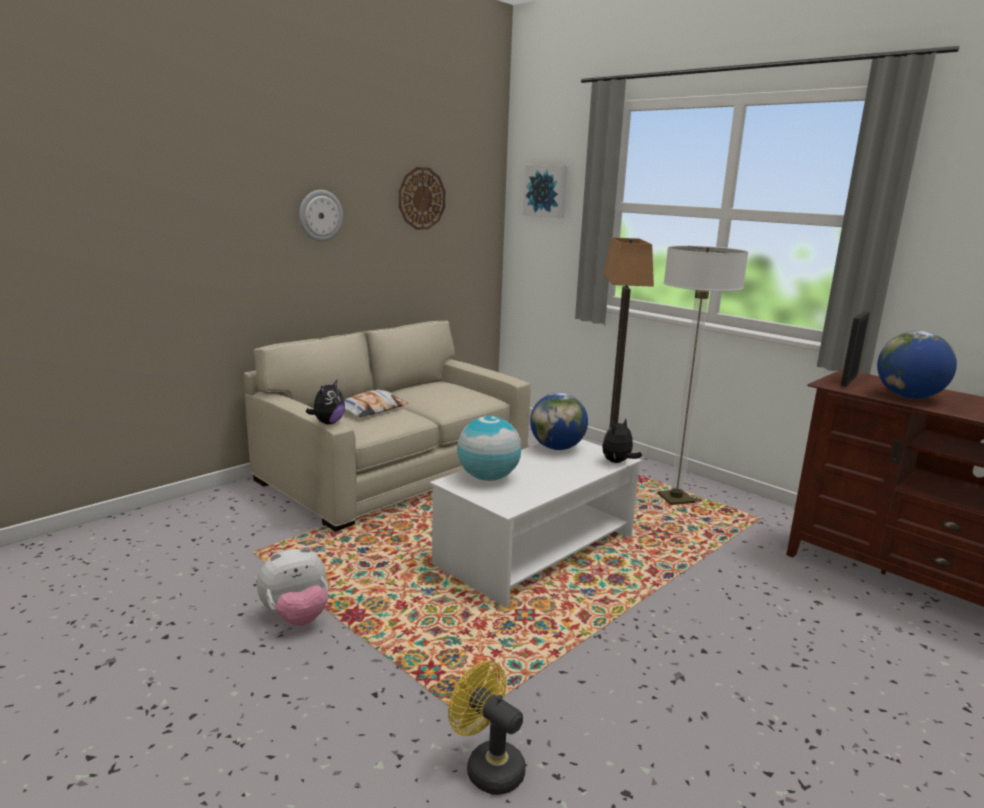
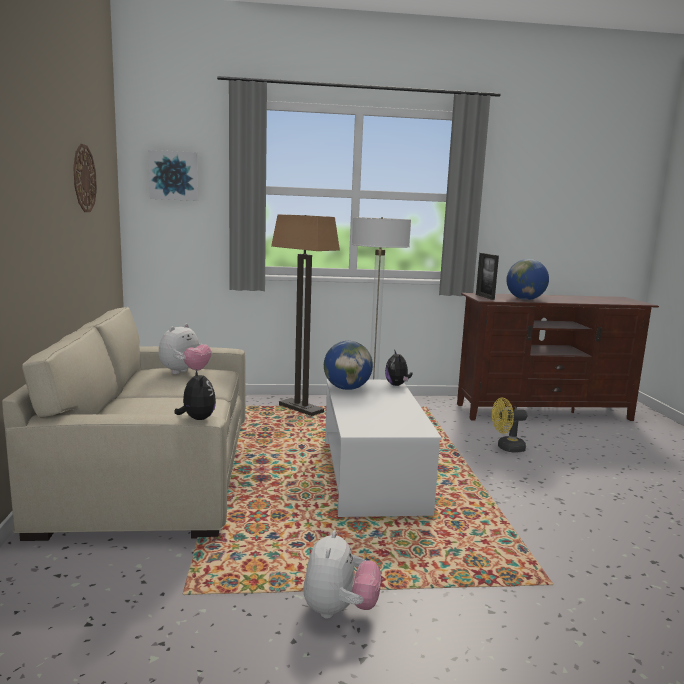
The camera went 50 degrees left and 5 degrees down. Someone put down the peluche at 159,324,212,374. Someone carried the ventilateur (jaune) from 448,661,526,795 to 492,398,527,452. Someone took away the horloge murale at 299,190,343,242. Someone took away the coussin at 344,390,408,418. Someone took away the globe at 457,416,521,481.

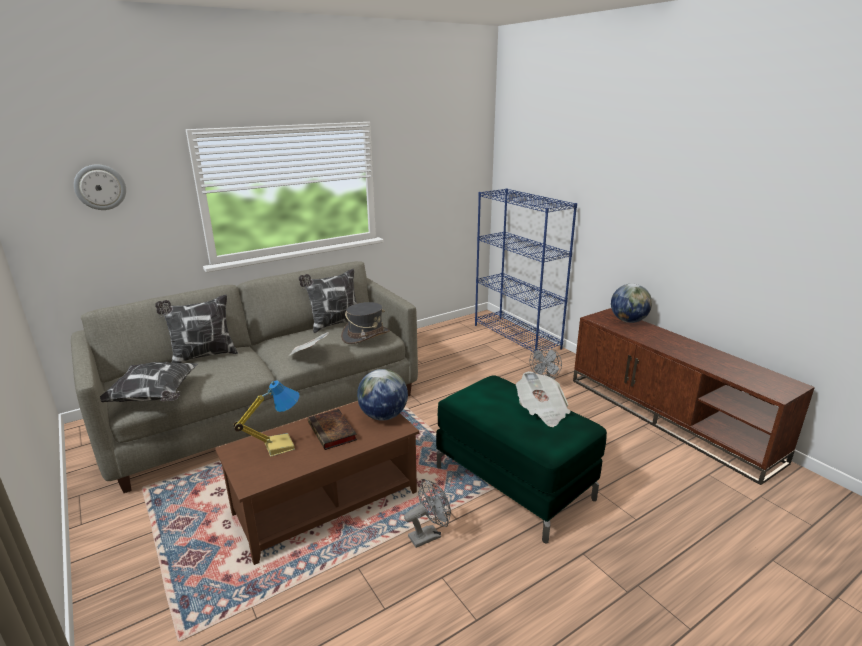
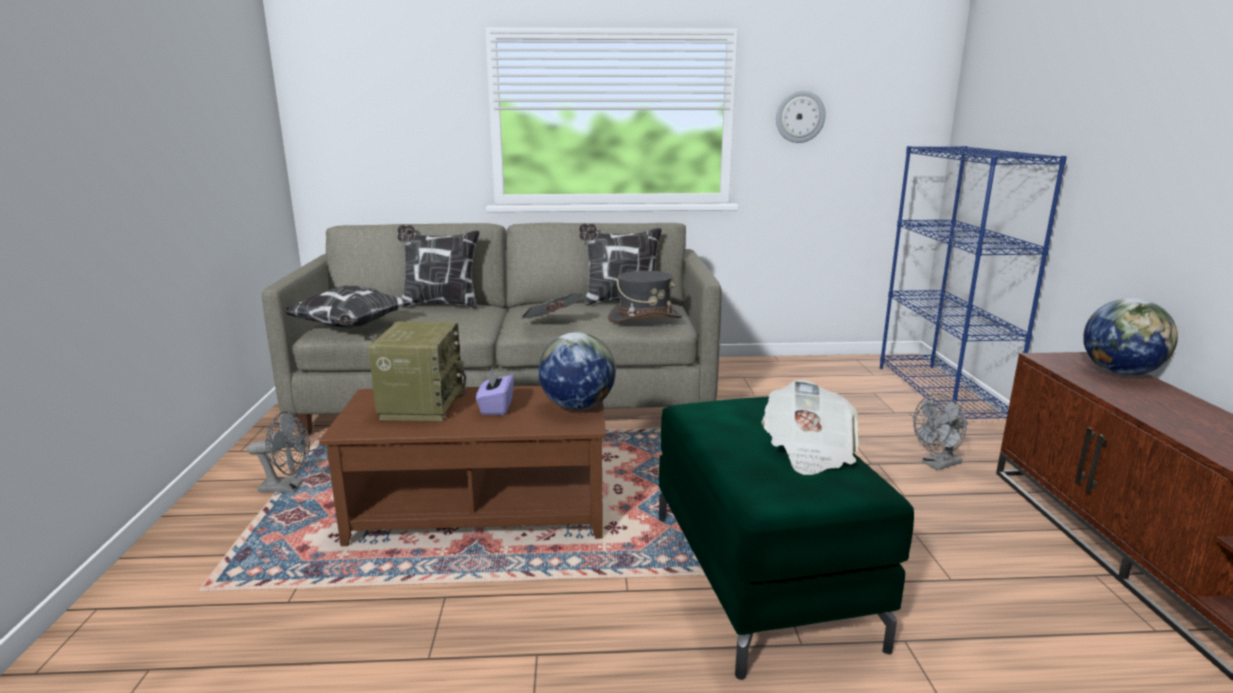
The camera went 30 degrees right and 5 degrees down. Someone carried the ventilateur (gris) from 404,479,451,548 to 247,412,310,492. Someone swapped the lampe de table at 233,381,300,457 for the radio at 368,321,466,421. Someone swapped the livre at 308,409,357,450 for the boîte à mouchoirs (violet) at 476,369,514,415. Someone carried the horloge murale from 74,164,126,210 to 776,90,826,143.

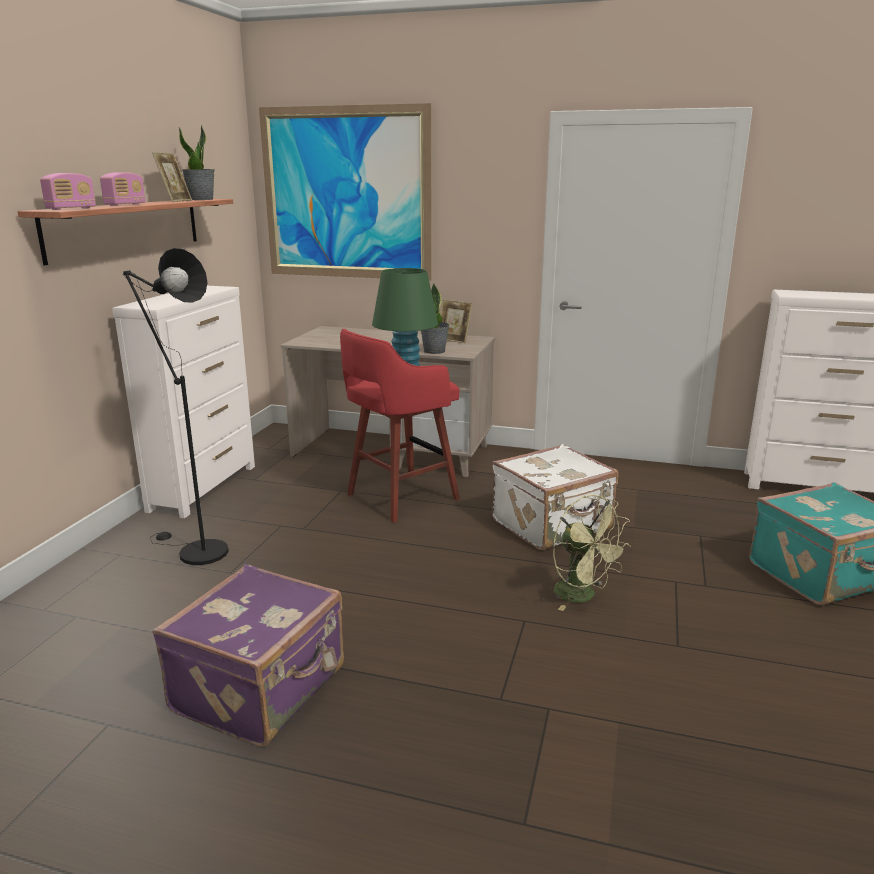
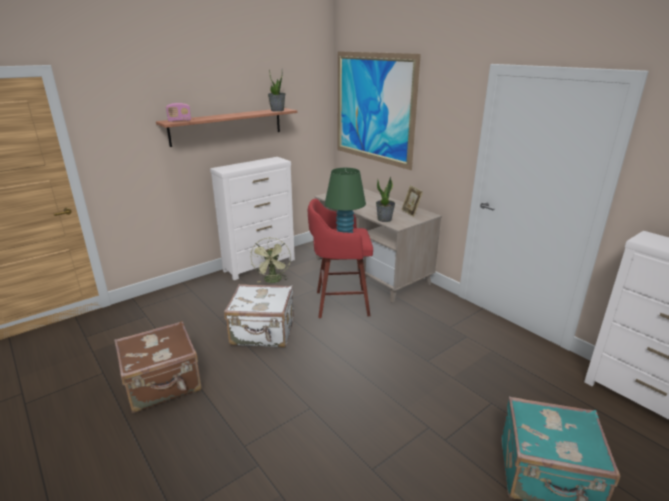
The camera went 35 degrees right and 5 degrees up. Someone repainted the valise (violet) at 153,564,344,747, which became the valise (marron) at 114,321,202,413. Someone carried the valise (blanc) from 492,444,619,550 to 224,284,294,348. Someone carried the ventilateur (vert) from 553,495,631,611 to 251,238,291,283. Someone took away the radio at 100,172,145,206. Someone took away the lampadaire (noir) at 123,248,229,565. Someone took away the cadre photo at 152,152,192,202.

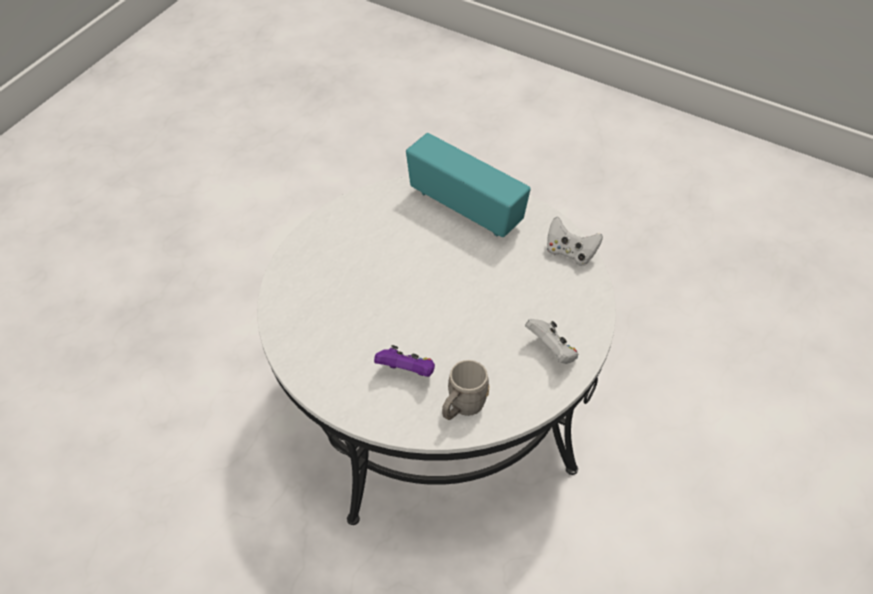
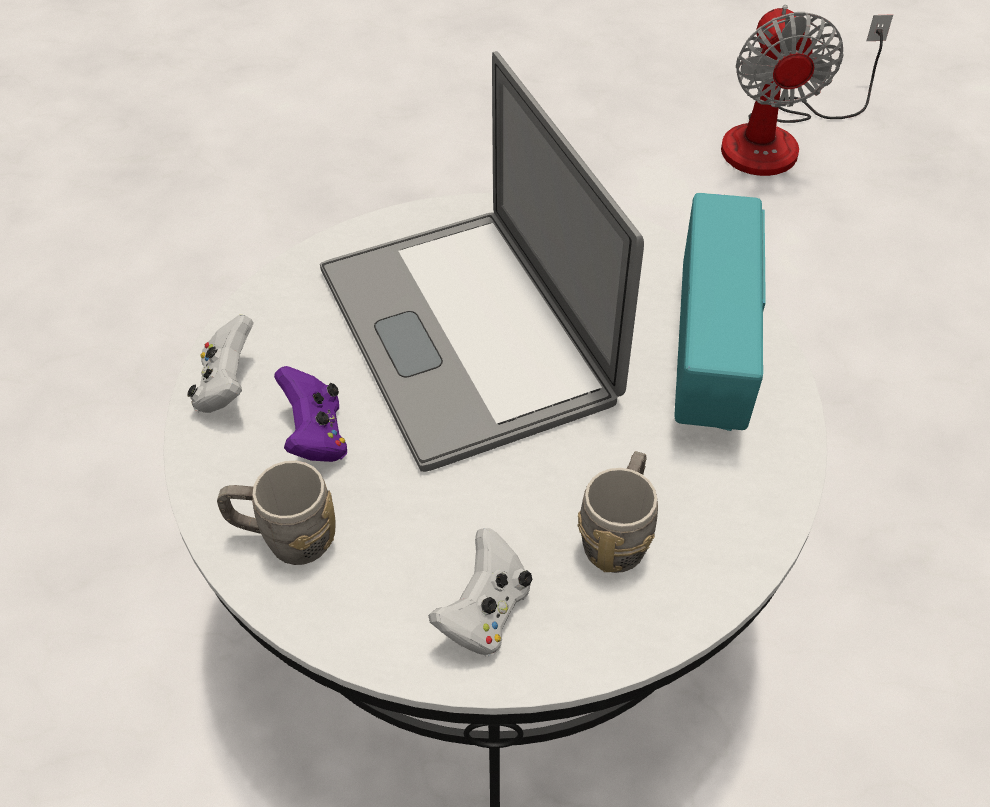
The camera went 60 degrees right and 0 degrees up. Someone carried the manette (blanc) from 547,217,603,266 to 187,315,254,413. Someone put down the ordinateur portable at 320,51,644,472. Someone put down the mug (gris) at 578,451,658,573. Someone put down the ventilateur at 721,5,893,176.

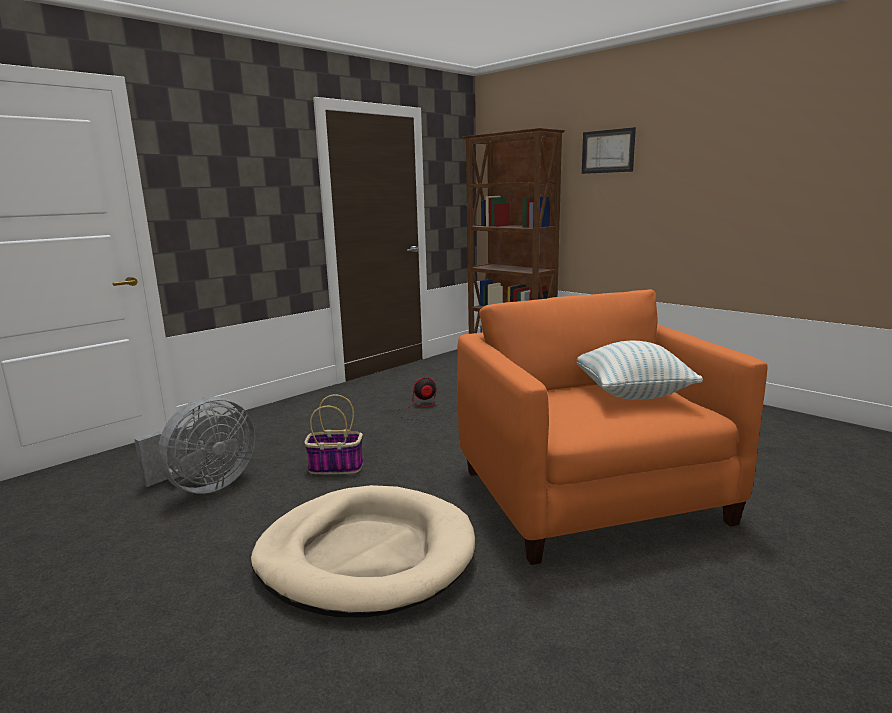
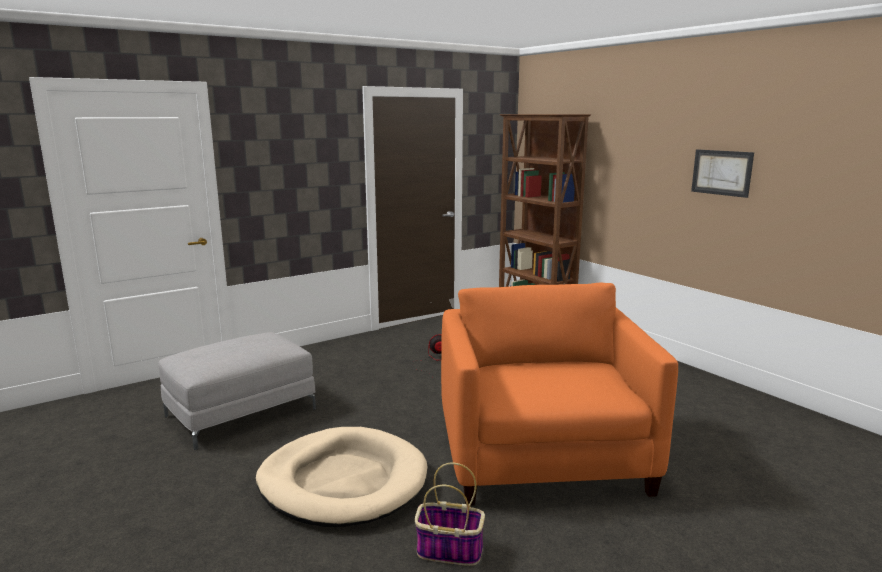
The camera went 10 degrees right and 0 degrees up. Someone swapped the ventilateur (gris) at 134,396,255,494 for the pouf (gris) at 158,332,316,450. Someone carried the panier from 304,394,363,474 to 415,462,485,566. Someone carried the tableau from 582,127,636,174 to 691,149,754,198. Someone took away the coussin at 577,341,703,400.

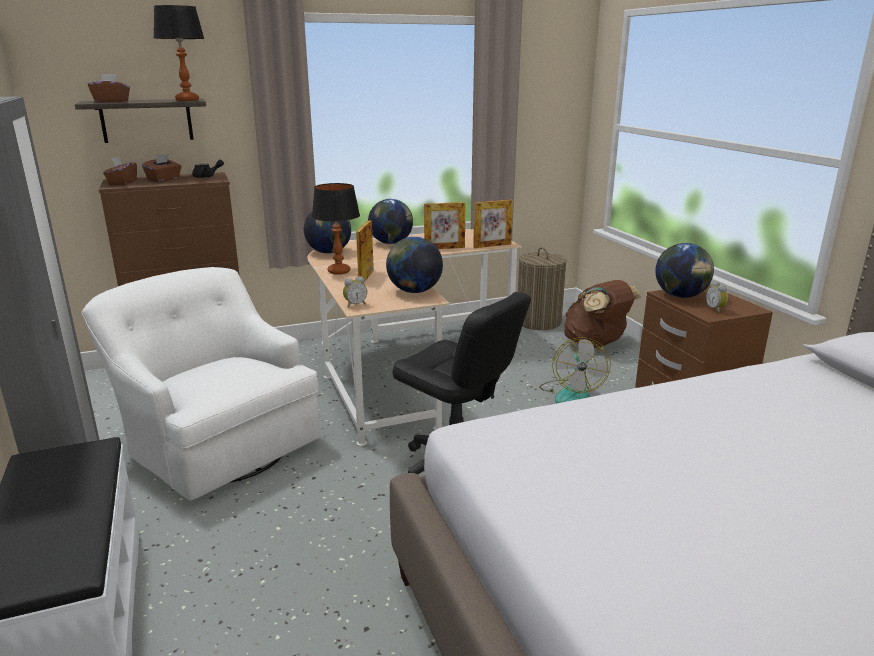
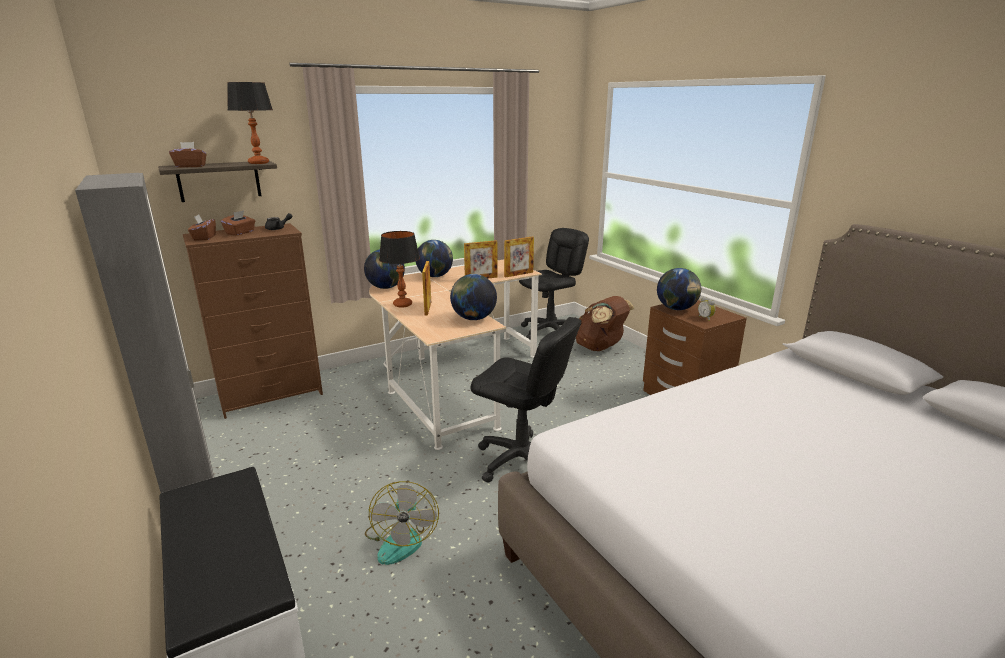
The camera went 10 degrees left and 0 degrees up. Someone carried the ventilateur from 539,337,611,403 to 365,481,439,565. Someone swapped the panier à linge at 518,248,567,330 for the chaise de bureau (noir) at 519,228,589,340. Someone took away the fauteuil (blanc) at 82,267,320,501. Someone took away the réveil at 343,276,367,308.

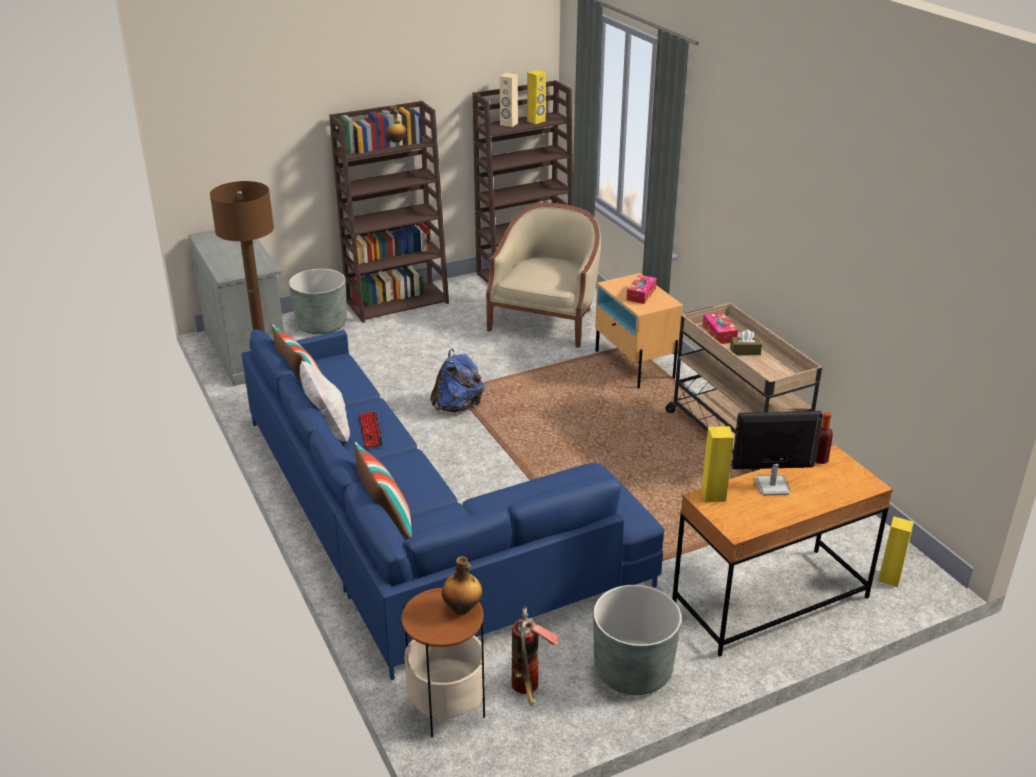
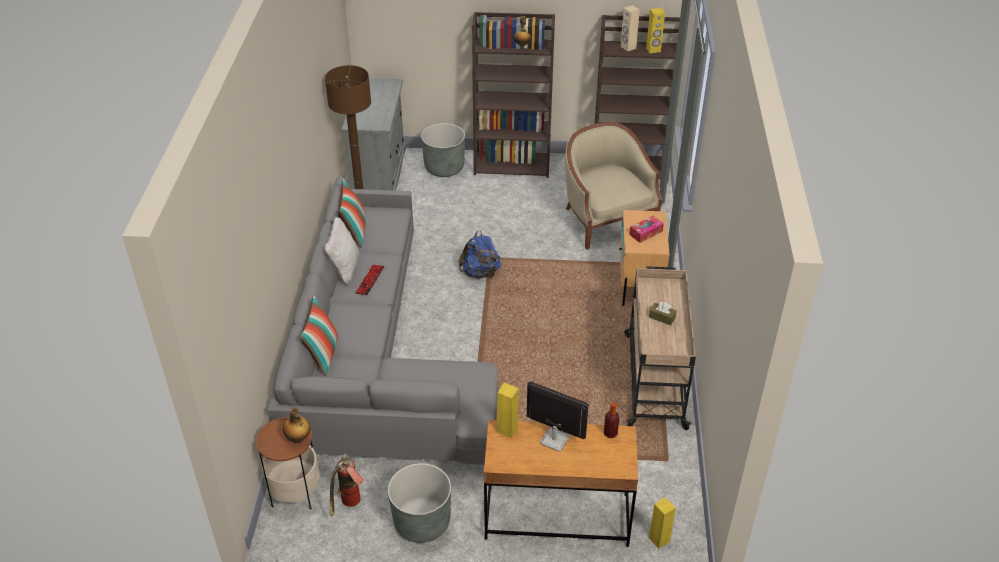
The camera went 30 degrees right and 10 degrees up. Someone repainted the canapé (bleu) at 241,329,664,680, which became the canapé (gris) at 267,176,498,465. Someone rotated the fauteuil (beige) at 486,203,601,348 by 75 degrees counterclockwise. Someone took away the boîte à mouchoirs at 703,312,738,344.

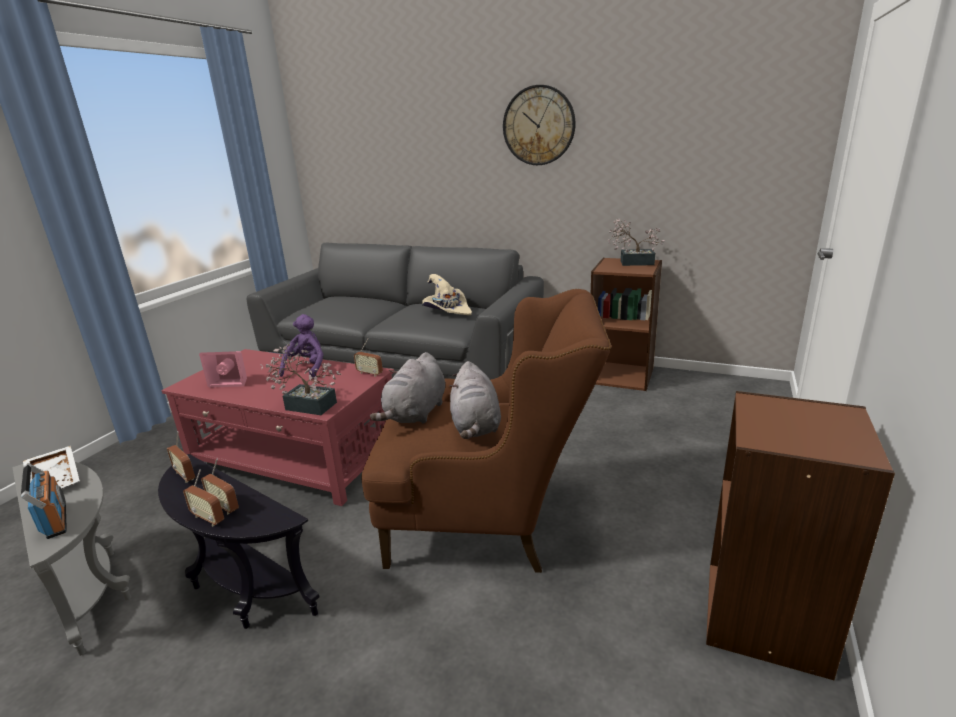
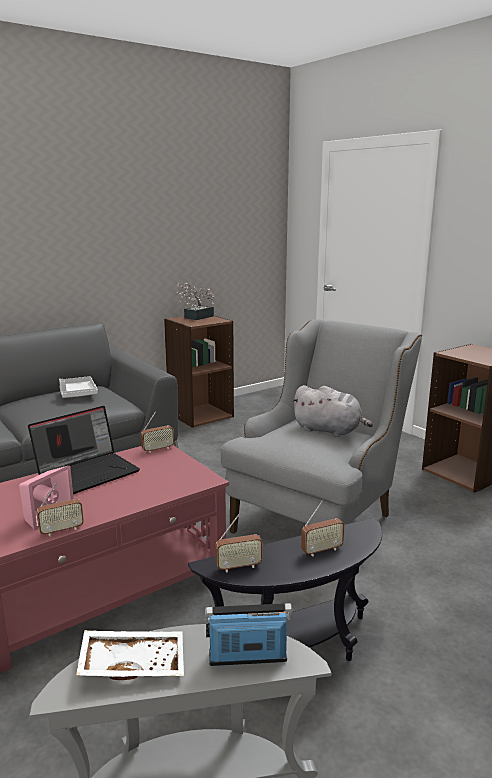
The camera went 60 degrees left and 5 degrees down. Someone swapped the peluche (violet) at 279,314,324,379 for the ordinateur portable at 28,406,140,494. Someone carried the radio from 183,469,224,527 to 36,482,84,536. Someone swapped the chapeau (beige) at 422,274,472,315 for the plateau (gris) at 59,376,98,398. Someone repainted the fauteuil (marron) at 361,289,612,573, which became the fauteuil (gris) at 221,319,422,534. Someone took away the plante en pot at 261,344,341,415. Someone took away the peluche (gris) at 370,352,445,423. Someone took away the horloge murale at 503,85,575,165.

